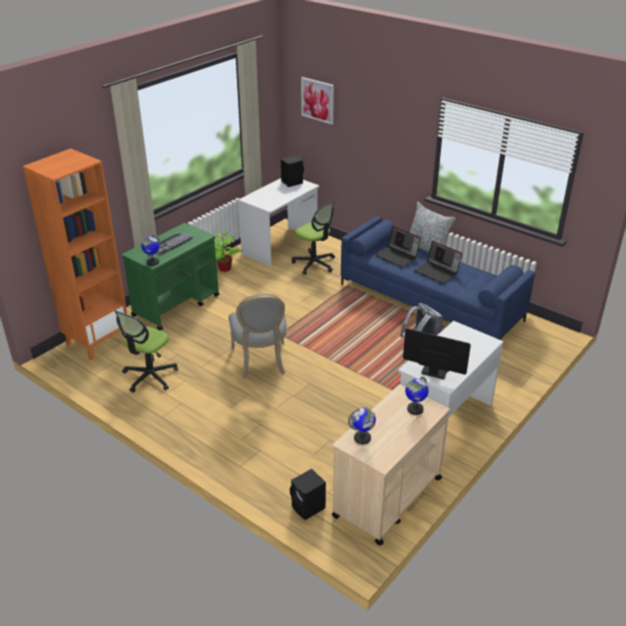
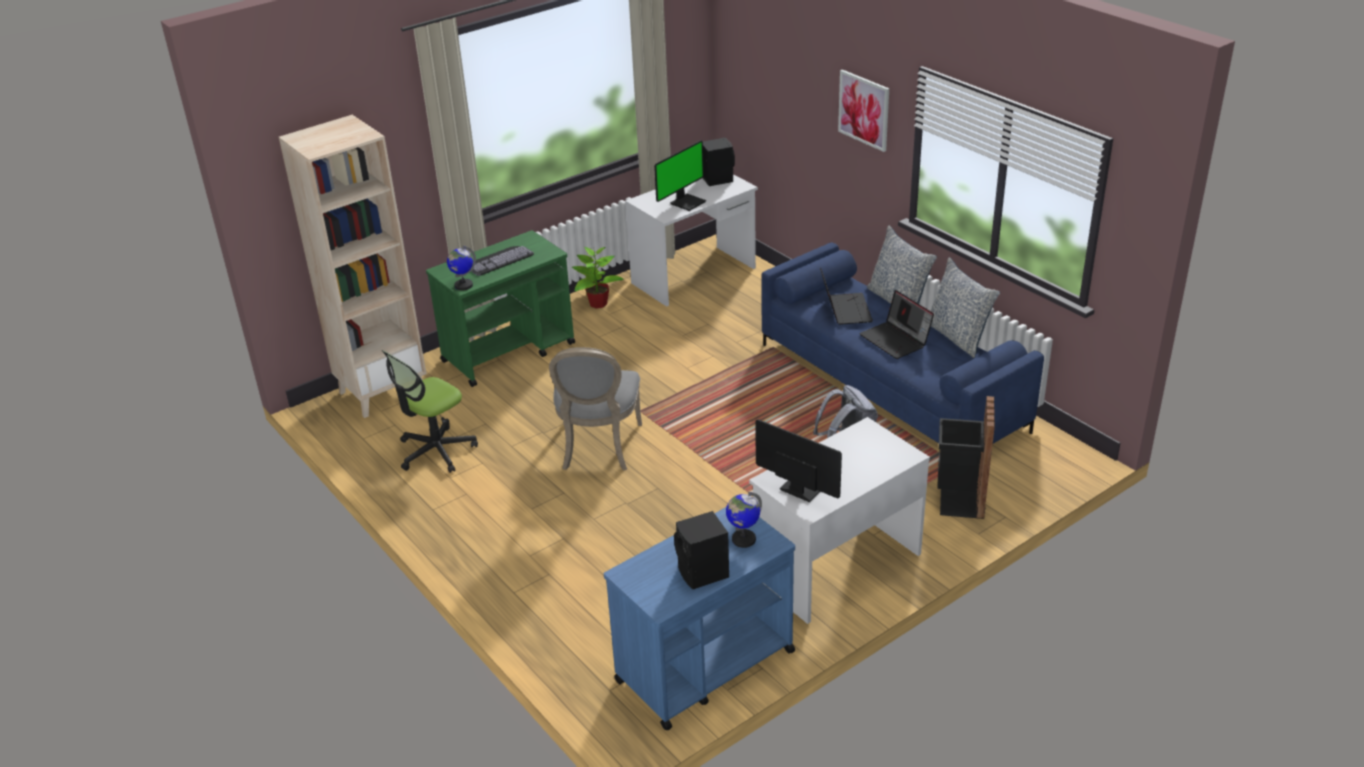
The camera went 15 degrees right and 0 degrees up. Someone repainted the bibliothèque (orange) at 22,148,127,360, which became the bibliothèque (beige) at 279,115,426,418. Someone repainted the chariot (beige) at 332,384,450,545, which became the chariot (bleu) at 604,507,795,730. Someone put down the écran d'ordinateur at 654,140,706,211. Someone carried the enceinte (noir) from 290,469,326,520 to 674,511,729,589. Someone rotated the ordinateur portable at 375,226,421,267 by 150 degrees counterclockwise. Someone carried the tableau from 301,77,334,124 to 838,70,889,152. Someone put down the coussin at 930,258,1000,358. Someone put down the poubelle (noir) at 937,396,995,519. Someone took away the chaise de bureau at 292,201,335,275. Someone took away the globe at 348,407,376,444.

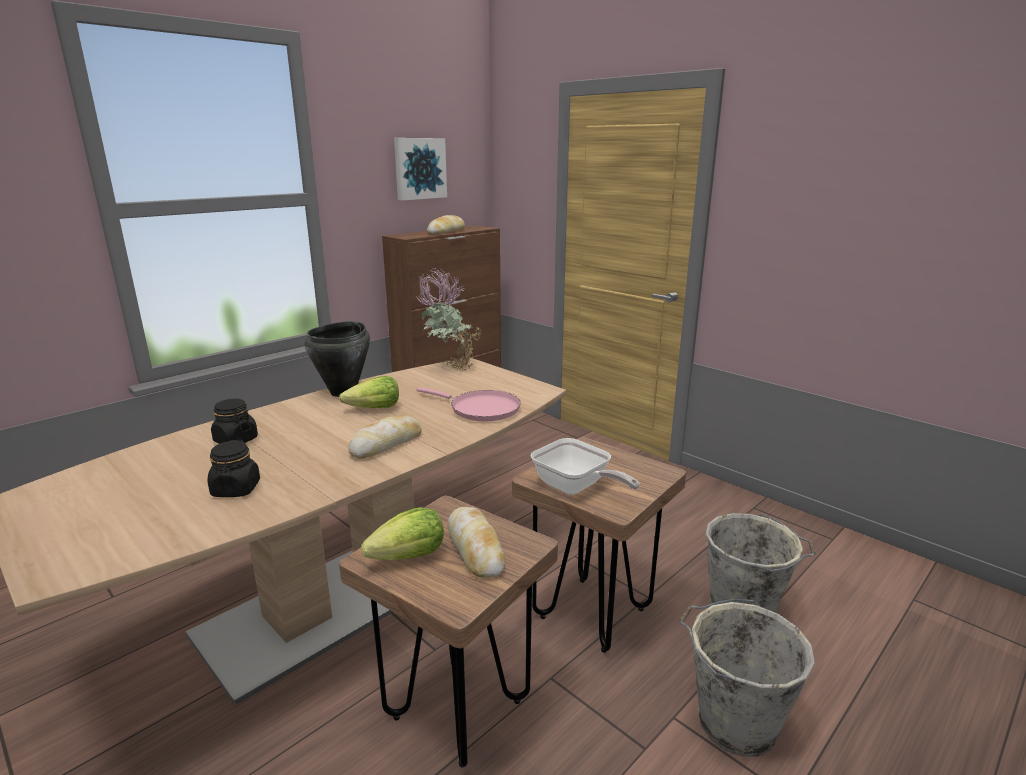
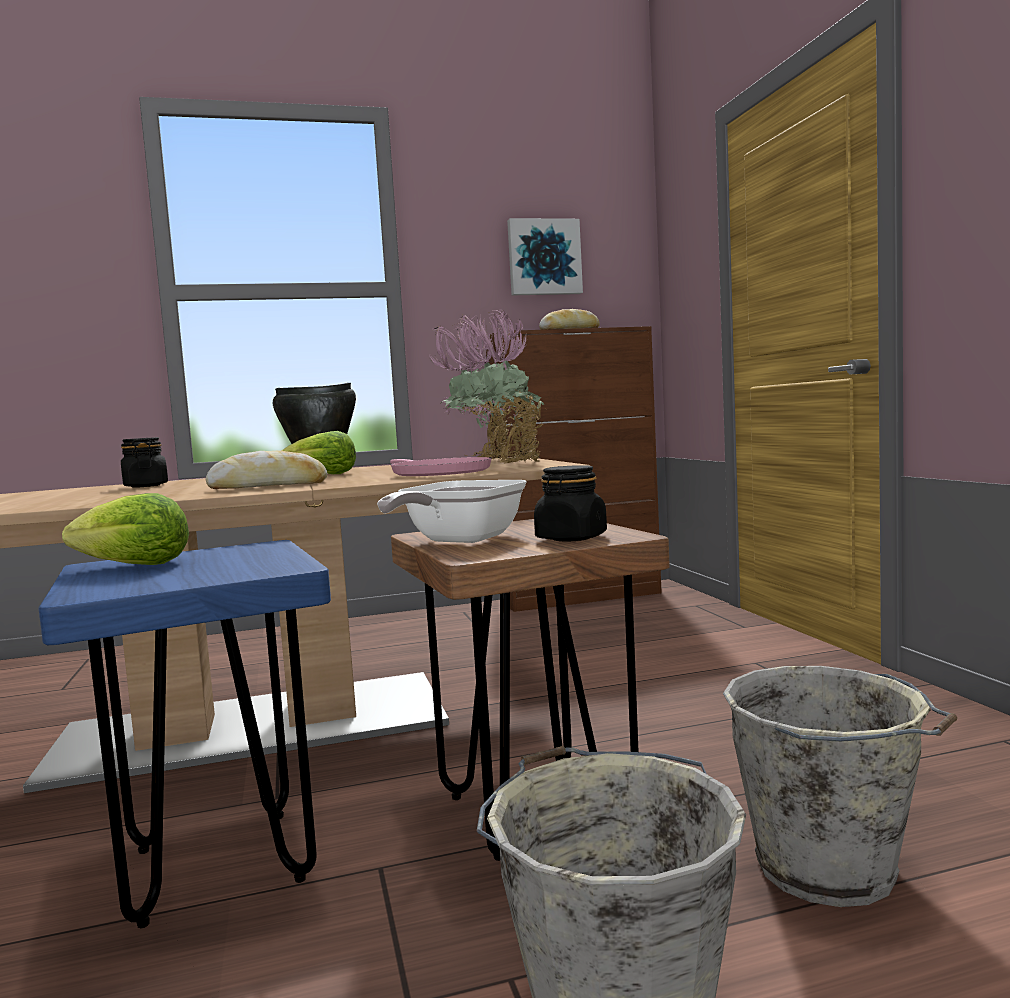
The camera went 30 degrees right and 15 degrees down. Someone repainted the tabouret (marron) at 339,496,558,767, which became the tabouret (bleu) at 38,540,331,928. Someone rotated the poêle at 530,438,640,495 by 45 degrees clockwise. Someone put down the plante en pot at 457,308,545,463. Someone carried the bocal (noir) from 207,440,260,497 to 534,465,607,542. Someone took away the pain at 447,507,505,578.

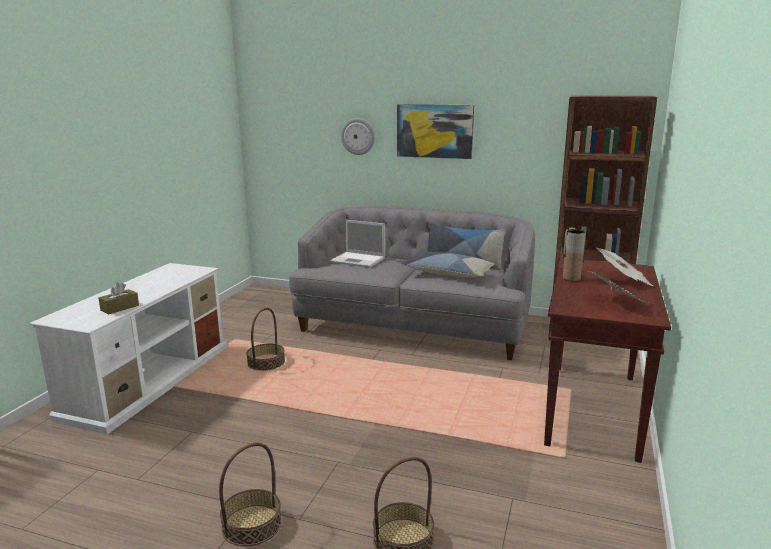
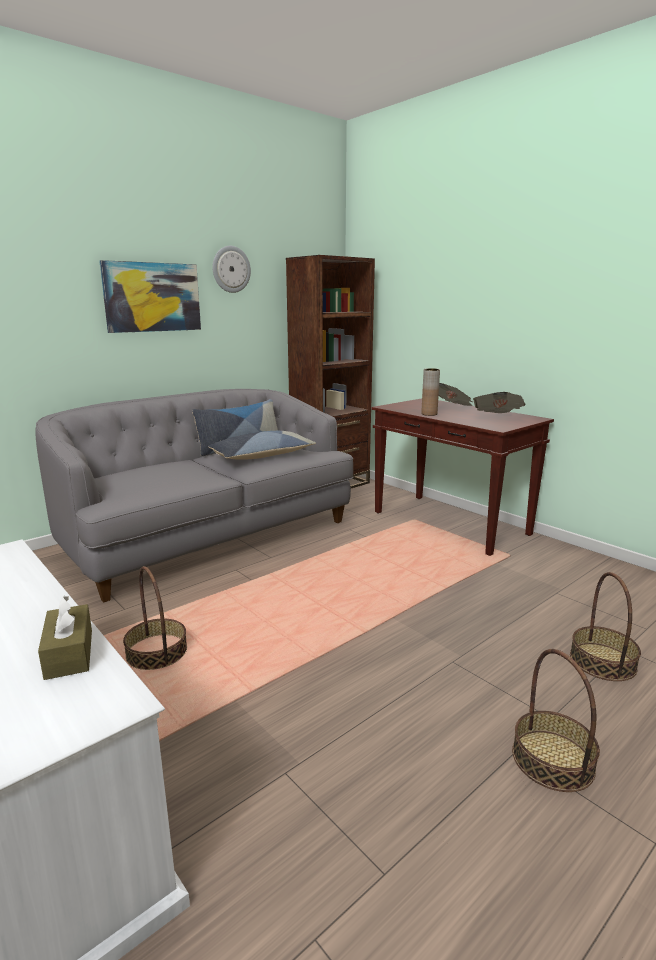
The camera went 60 degrees left and 0 degrees up. Someone carried the horloge murale from 341,118,375,155 to 212,246,251,293. Someone took away the ordinateur portable at 329,220,385,268.

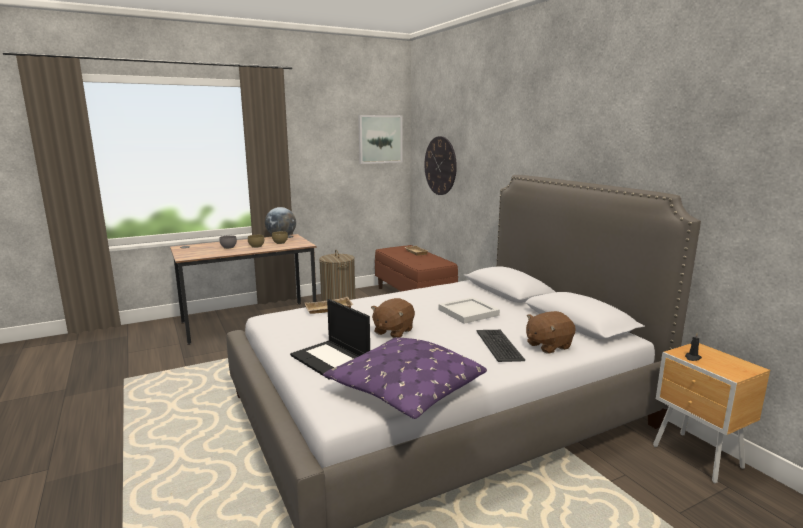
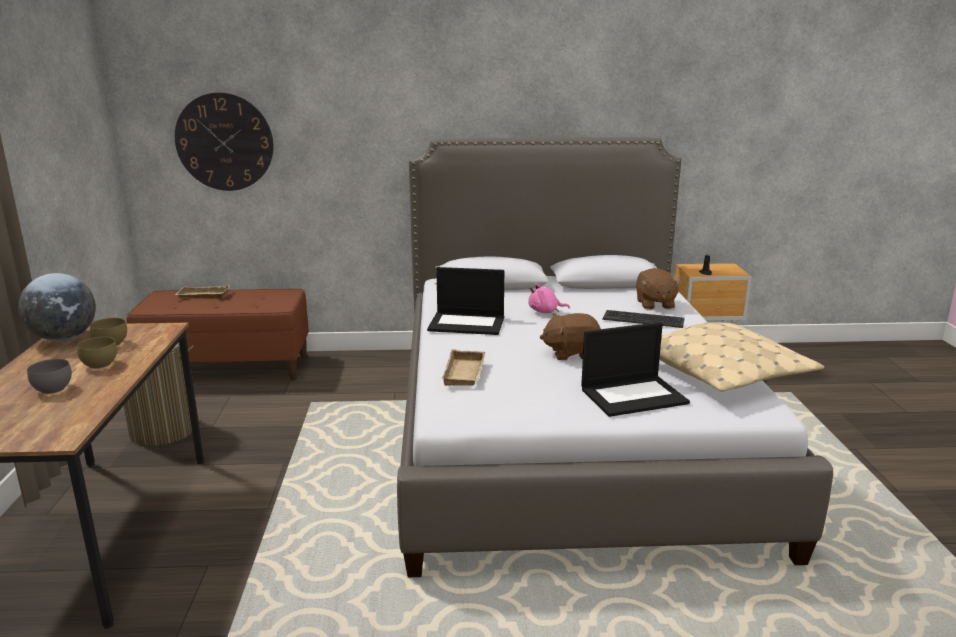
The camera went 65 degrees left and 5 degrees up. Someone put down the ordinateur portable at 427,267,504,335. Someone swapped the plateau (blanc) at 439,297,500,324 for the peluche (rose) at 528,283,570,313. Someone rotated the peluche (marron) at 371,298,415,338 by 120 degrees clockwise. Someone repainted the coussin (violet) at 323,337,487,419, which became the coussin (beige) at 659,322,824,392. Someone took away the tableau at 358,115,402,164.

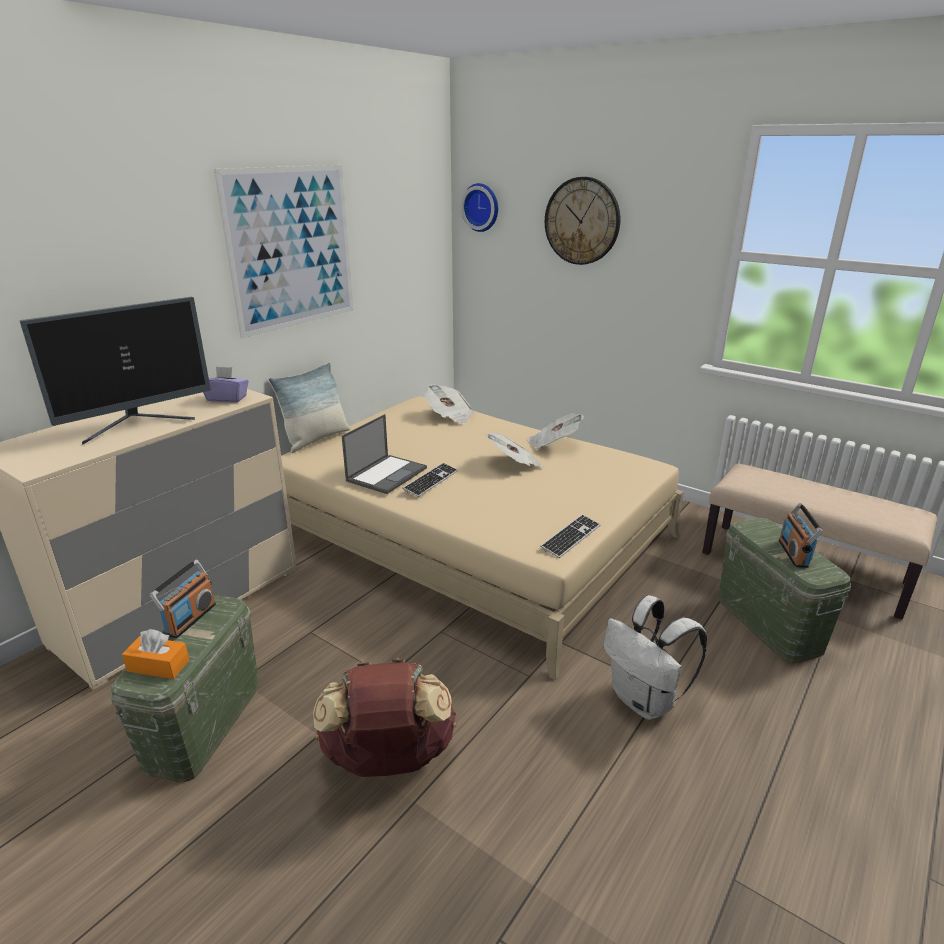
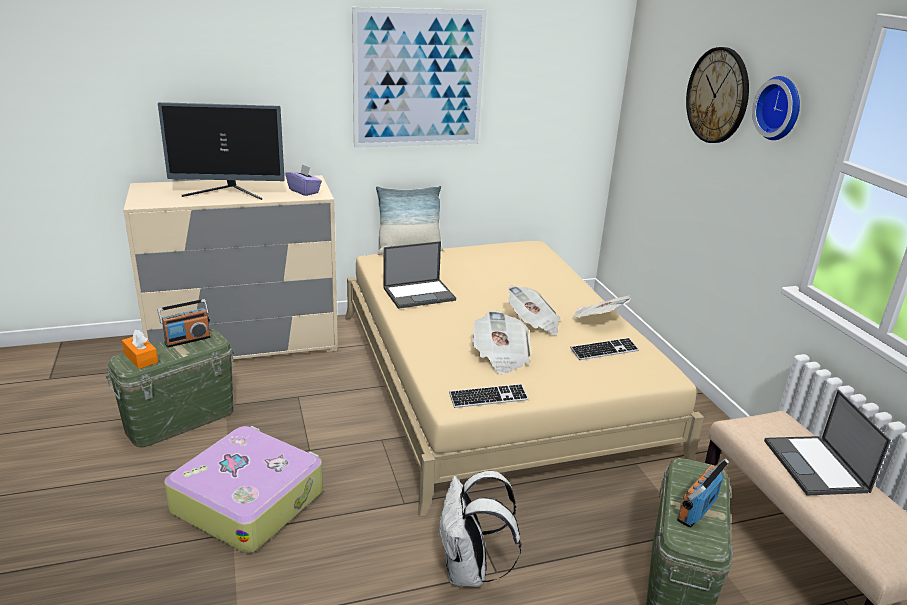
The camera went 35 degrees right and 0 degrees up. Someone swapped the sac à dos (marron) at 313,658,457,777 for the valise at 164,426,323,553. Someone carried the journal from 424,384,474,425 to 472,310,531,375. Someone carried the clavier from 403,463,458,497 to 570,338,639,360. Someone carried the horloge murale from 461,183,498,232 to 752,76,800,140. Someone put down the ordinateur portable at 764,390,891,495.

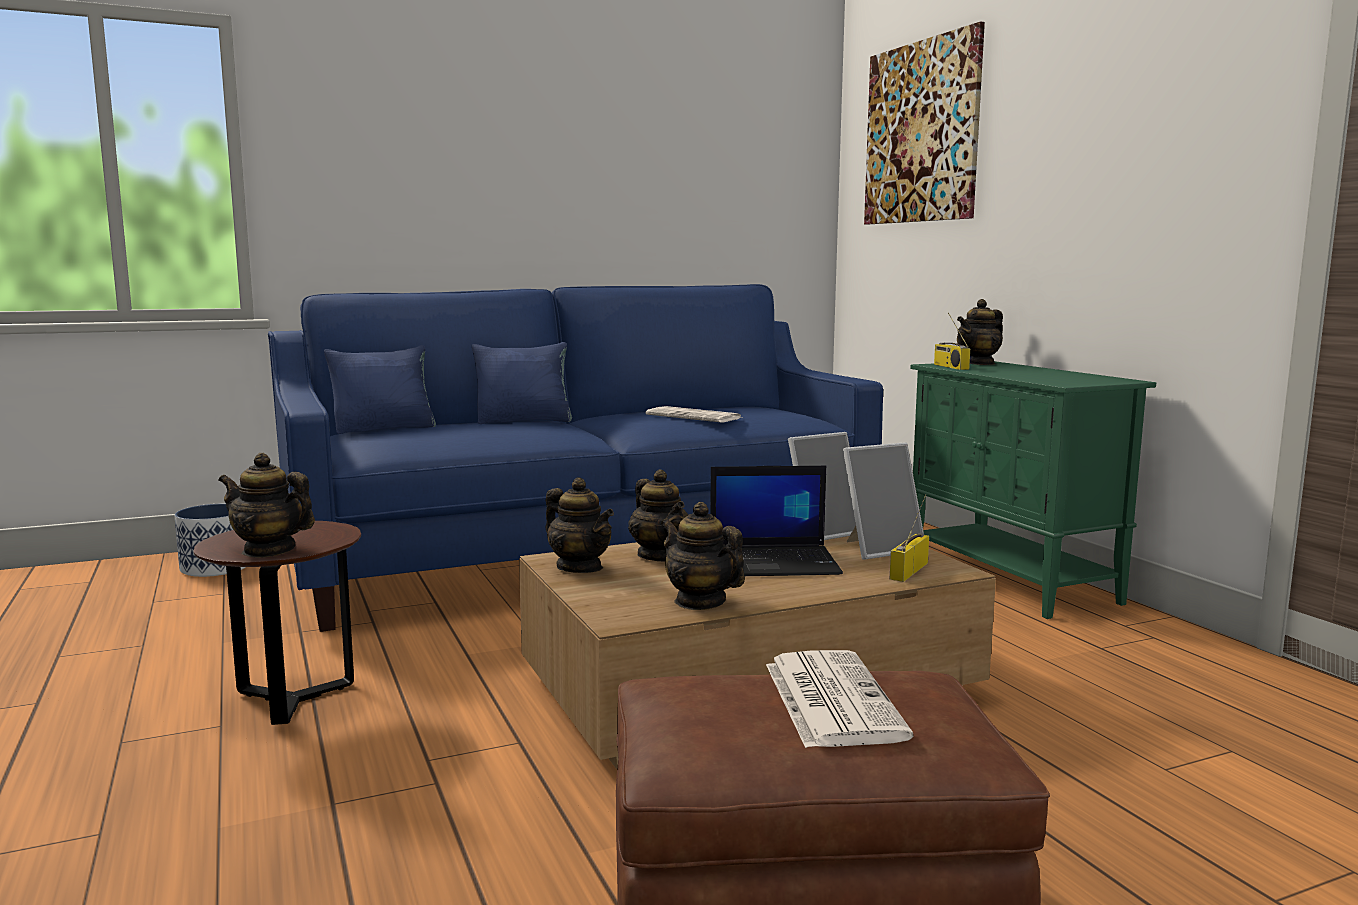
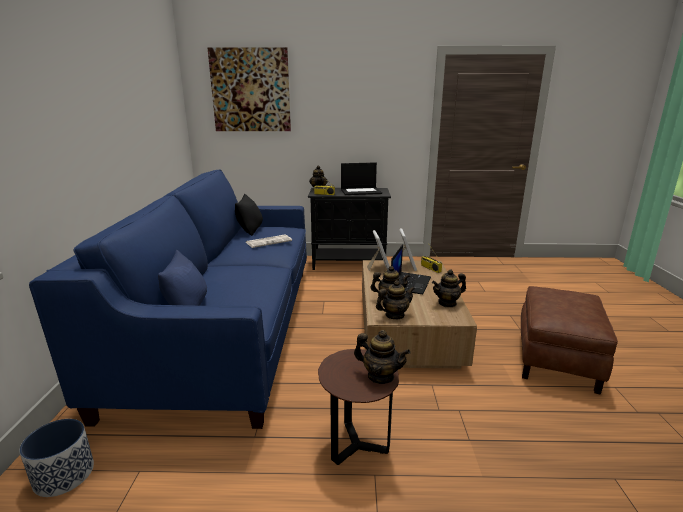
The camera went 65 degrees left and 10 degrees up. Someone put down the coussin (noir) at 235,194,263,236. Someone repainted the meuble de rangement (vert) at 910,361,1156,619, which became the meuble de rangement (noir) at 308,188,391,270. Someone put down the ordinateur portable at 341,162,382,195. Someone rotated the théière at 219,453,315,558 by 105 degrees counterclockwise. Someone took away the coussin (bleu) at 471,342,572,424. Someone took away the journal at 766,650,913,748.

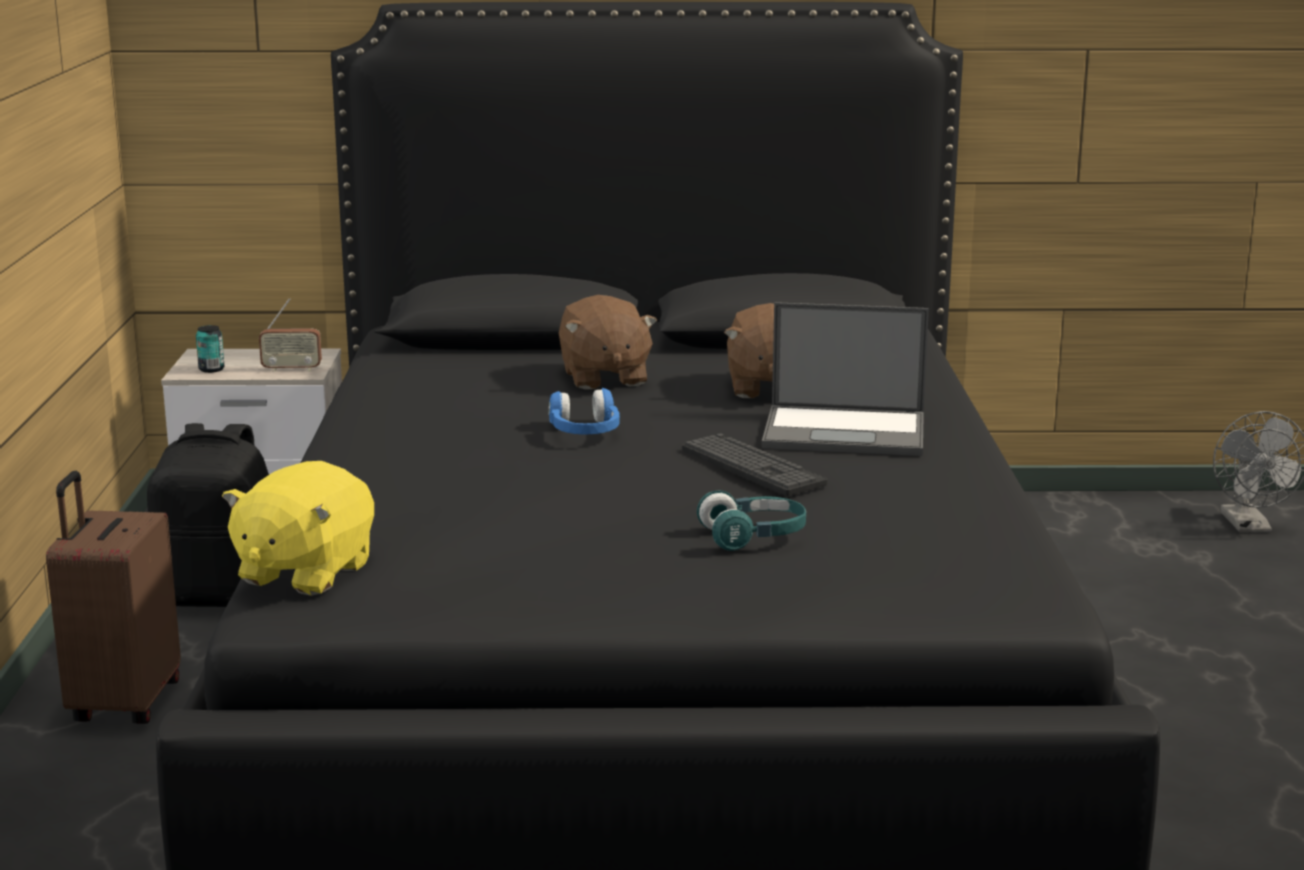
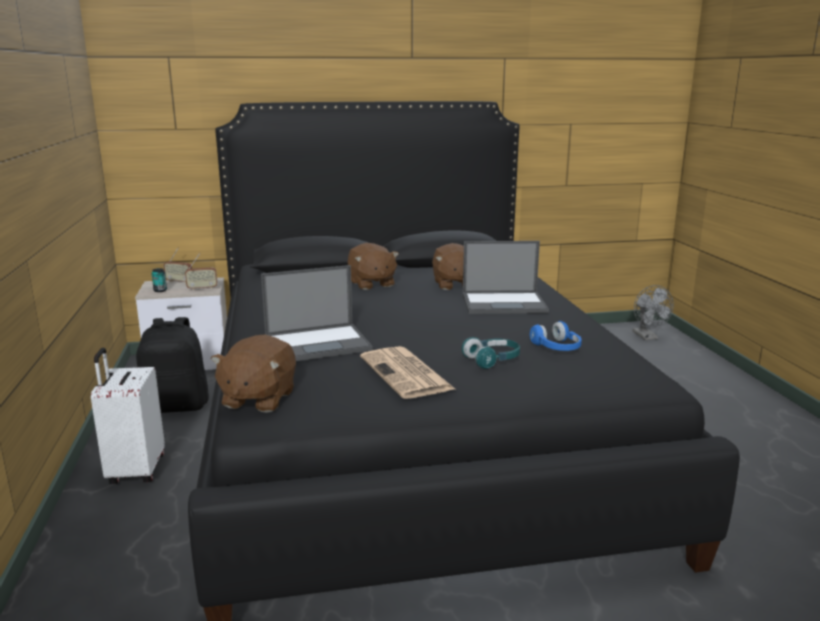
The camera went 10 degrees left and 0 degrees up. Someone repainted the valise (marron) at 46,471,181,724, which became the valise (blanc) at 91,348,165,484. Someone put down the radio at 163,247,192,284. Someone repainted the peluche (jaune) at 222,461,374,596, which became the peluche (marron) at 210,334,296,413. Someone put down the ordinateur portable at 261,265,373,361. Someone put down the journal at 360,346,455,399. Someone carried the casque audio (bleu) from 548,388,620,435 to 530,321,582,351. Someone took away the clavier at 682,433,828,496.

